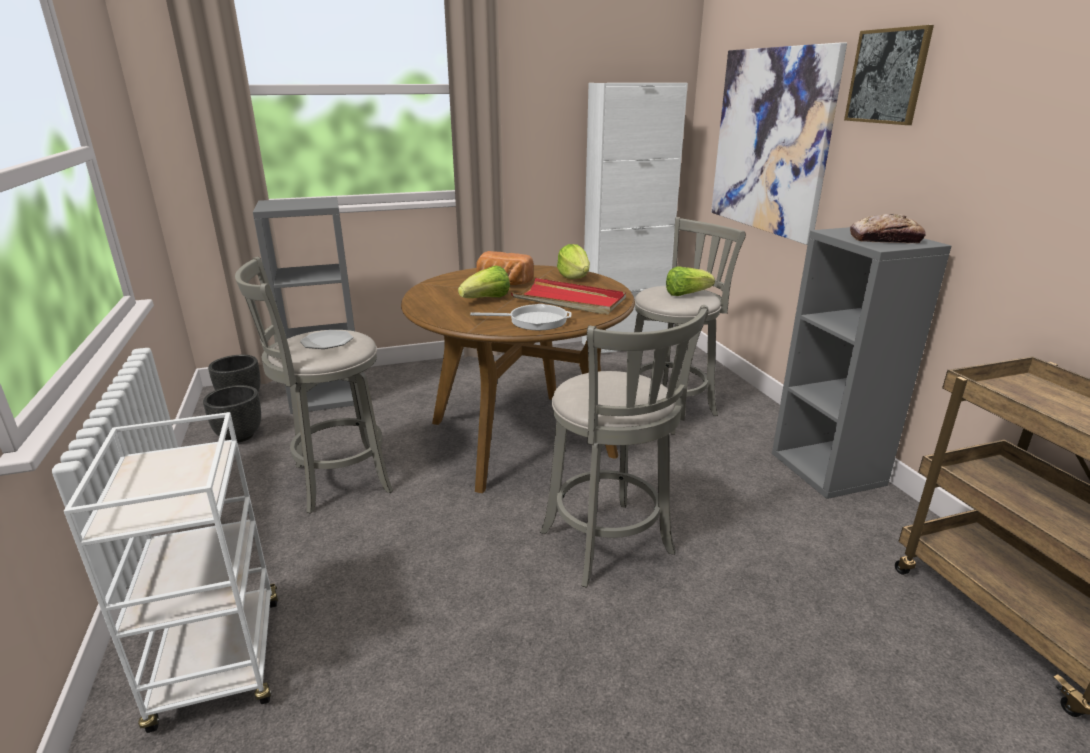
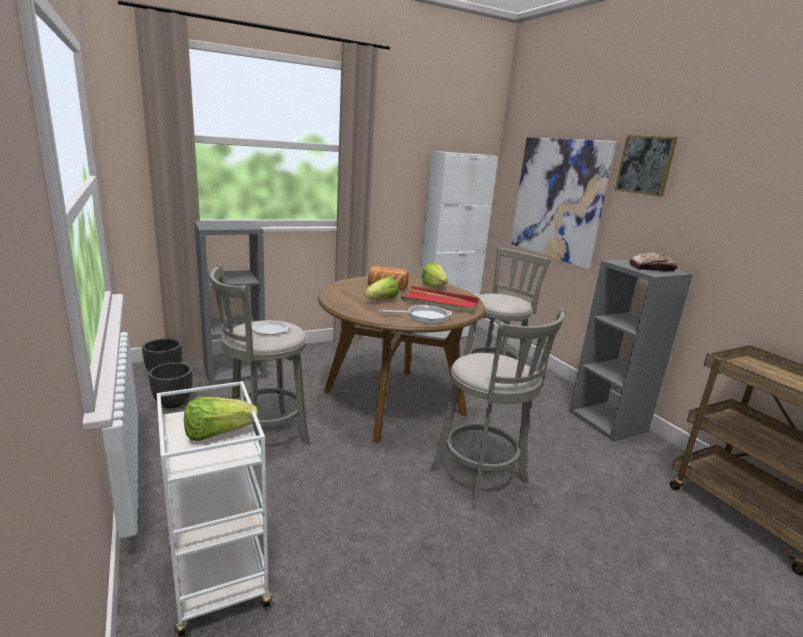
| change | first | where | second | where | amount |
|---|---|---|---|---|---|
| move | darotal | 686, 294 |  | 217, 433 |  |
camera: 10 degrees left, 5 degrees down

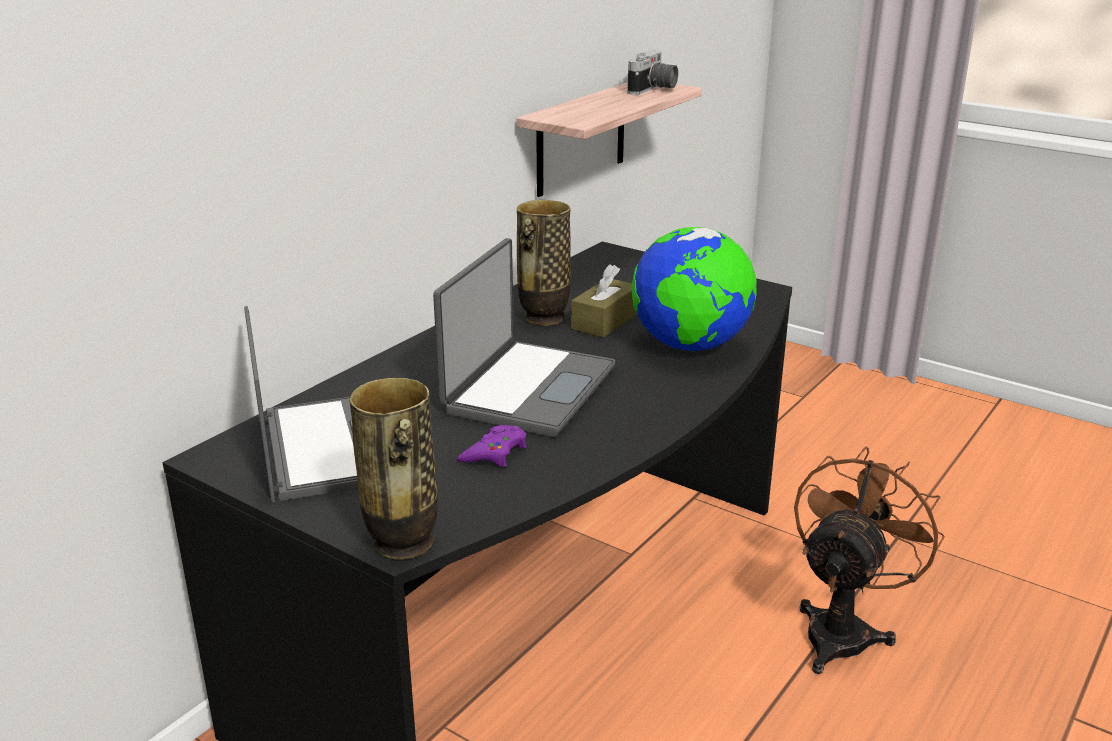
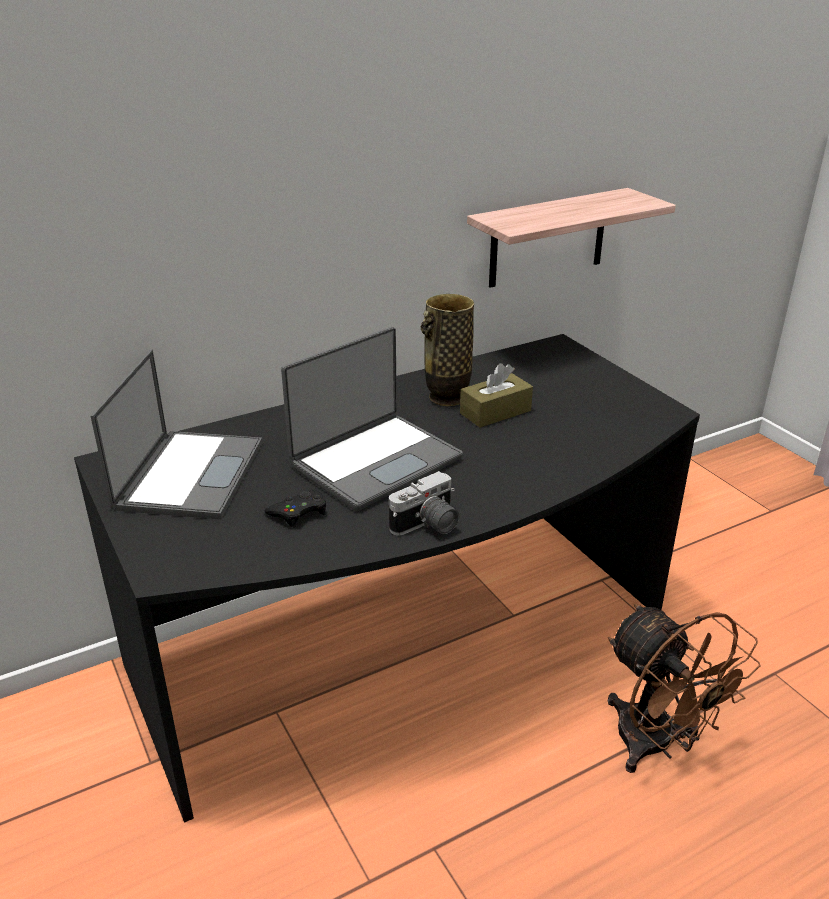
| change | first | where | second | where | amount |
|---|---|---|---|---|---|
| delete | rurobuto | 402, 543 |  |  |  |
| recolor | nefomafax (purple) | 494, 452 | nefomafax (black) | 299, 512 |  |
| move | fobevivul | 653, 89 |  | 428, 526 |  |
| delete | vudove | 690, 346 |  |  |  |
| rotate | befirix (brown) | 843, 630 |  | 657, 746 | 90 degrees clockwise |
camera: 25 degrees right, 5 degrees up

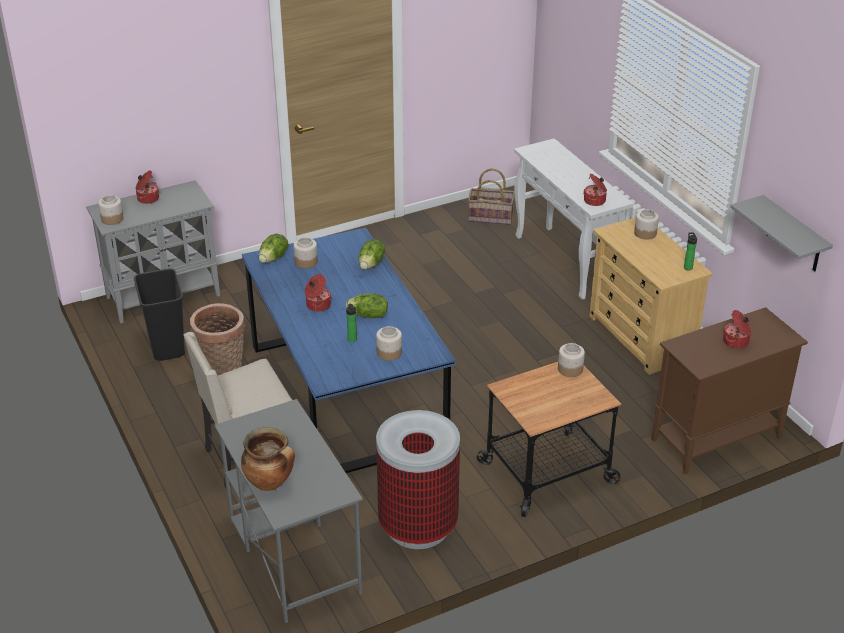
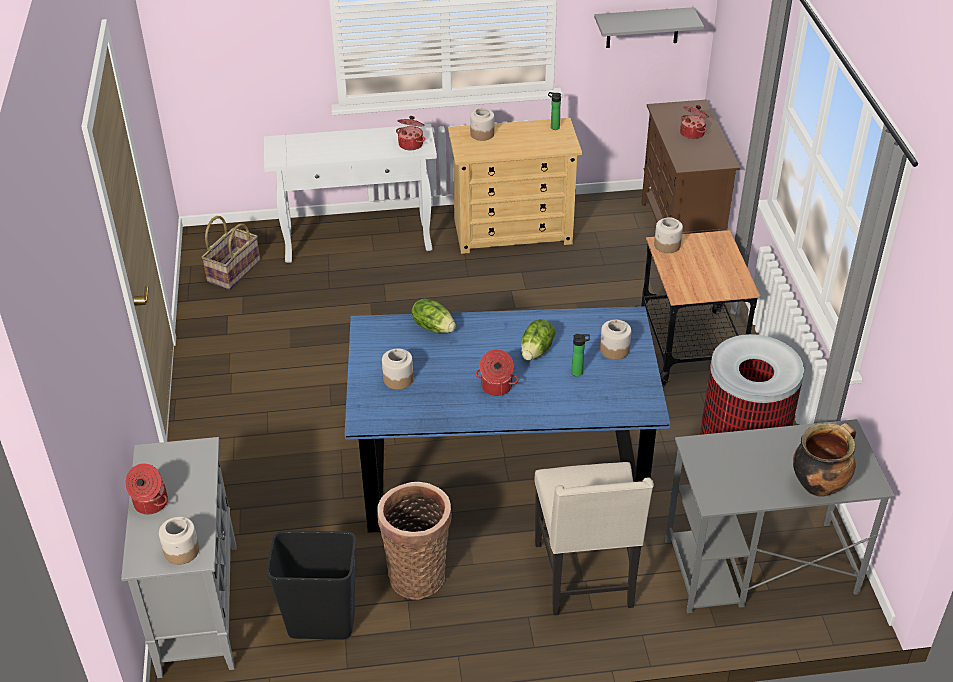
| change | first | where | second | where | amount |
|---|---|---|---|---|---|
| delete | darotal | 274, 258 |  |  |  |
camera: 70 degrees left, 5 degrees up

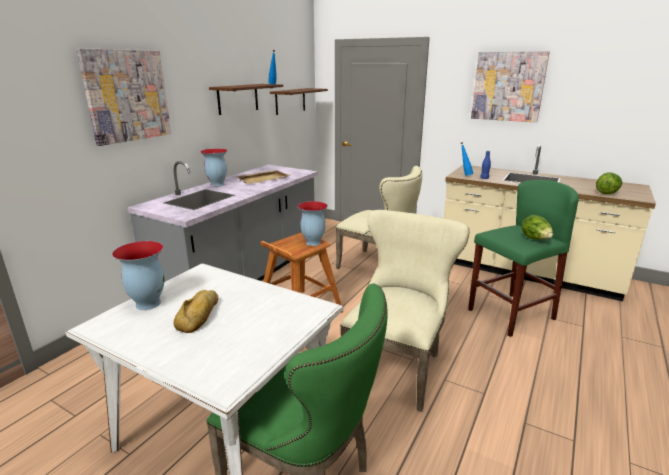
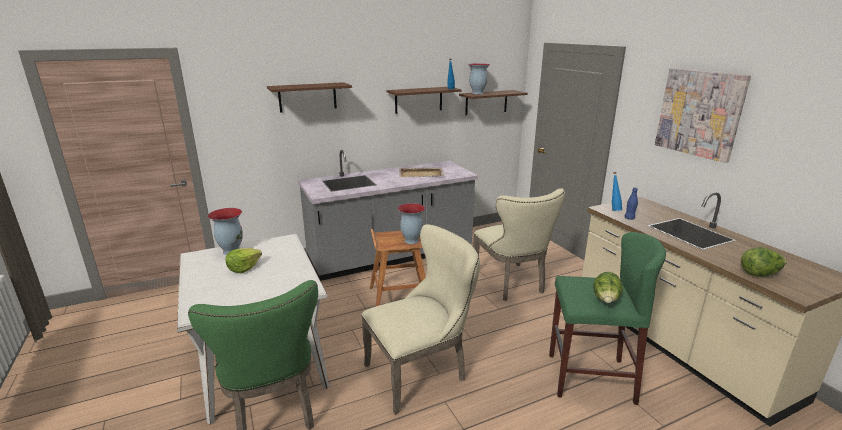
| change | first | where | second | where | amount |
|---|---|---|---|---|---|
| replace | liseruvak | 127, 96 | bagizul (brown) | 307, 97 |  |
| replace | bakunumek | 200, 315 | darotal | 244, 268 |  |
| move | rurobuto | 217, 184 |  | 477, 93 |  |
camera: 35 degrees right, 0 degrees up

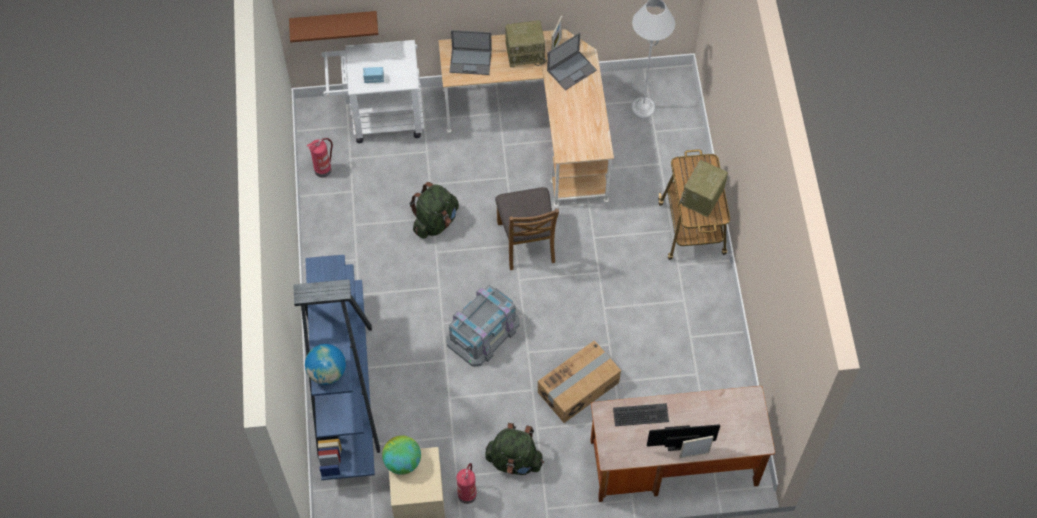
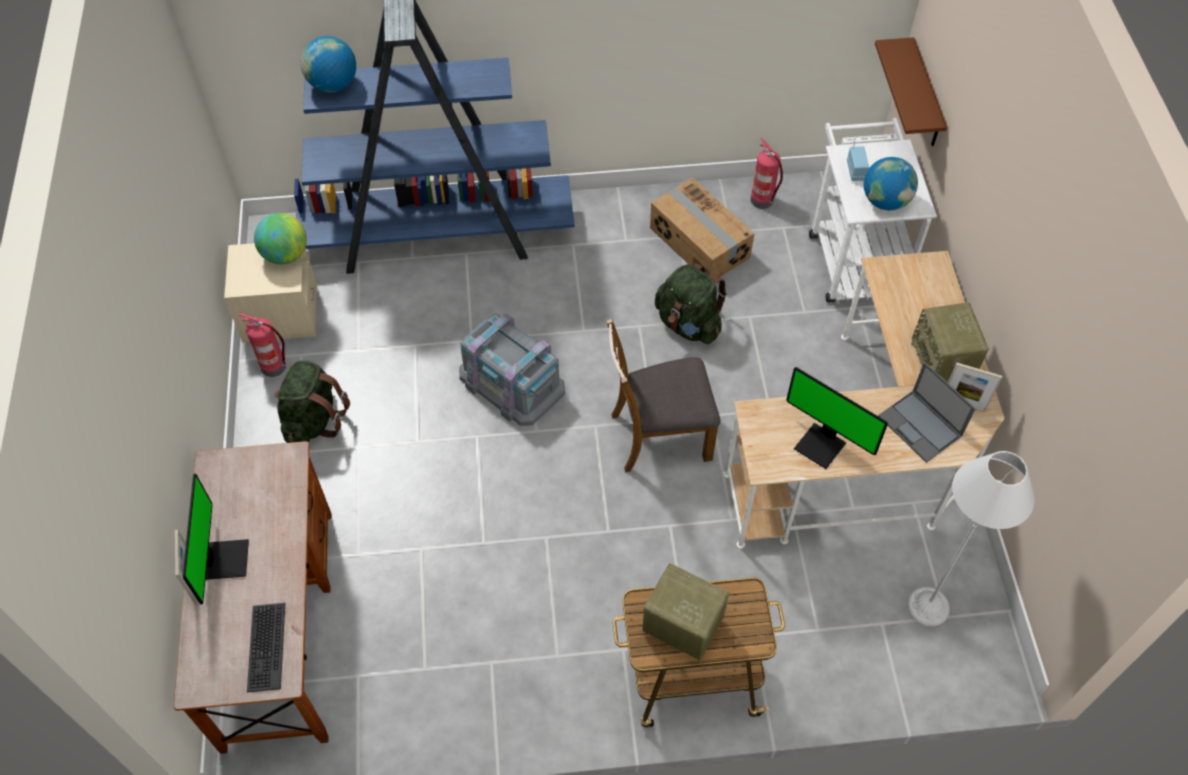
| change | first | where | second | where | amount |
|---|---|---|---|---|---|
| delete | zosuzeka | 471, 61 |  |  |  |
| move | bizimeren | 579, 388 |  | 699, 243 |  |
| move | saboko | 640, 415 |  | 265, 647 |  |
| insert |  |  | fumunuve | 821, 445 |  |
| insert |  |  | vudove | 885, 201 |  |
camera: 90 degrees right, 5 degrees down

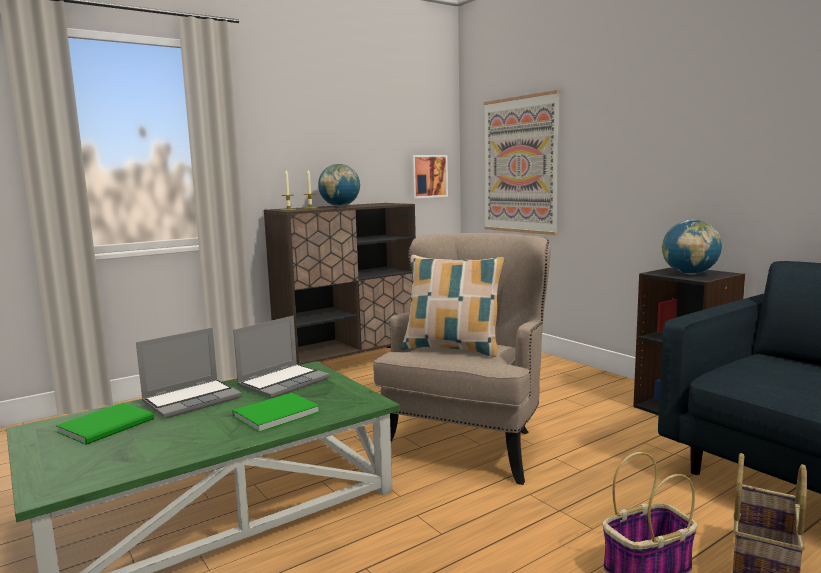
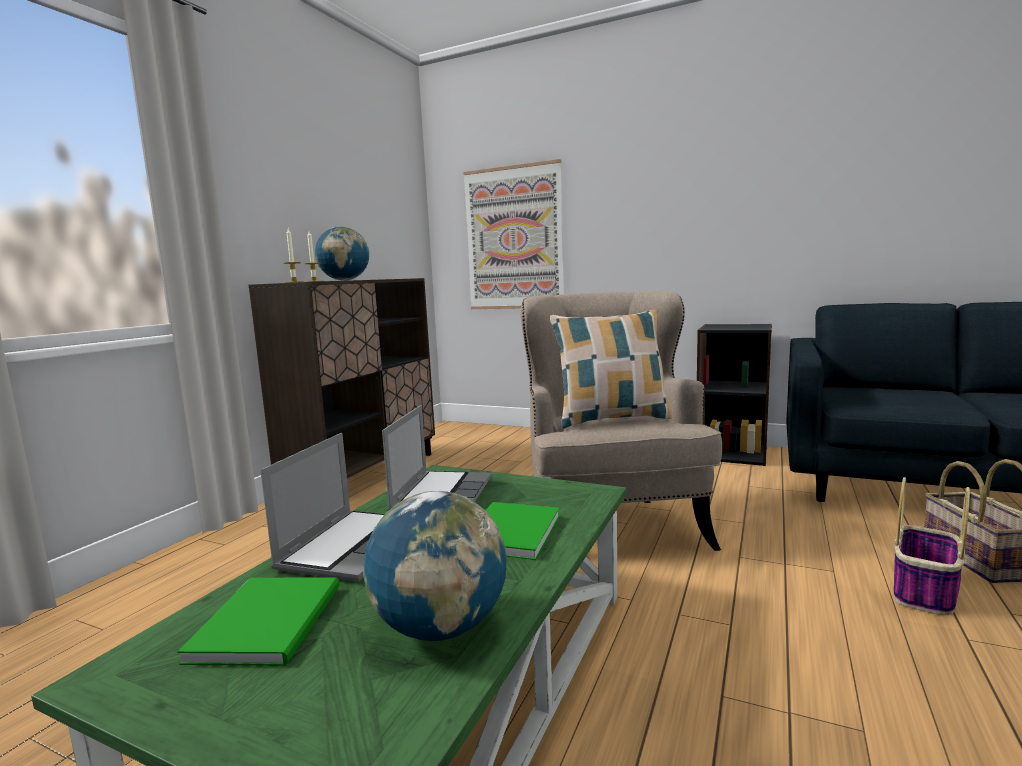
| change | first | where | second | where | amount |
|---|---|---|---|---|---|
| delete | liseruvak | 427, 176 |  |  |  |
| move | vudove | 689, 274 |  | 440, 628 |  |
camera: 30 degrees left, 0 degrees up

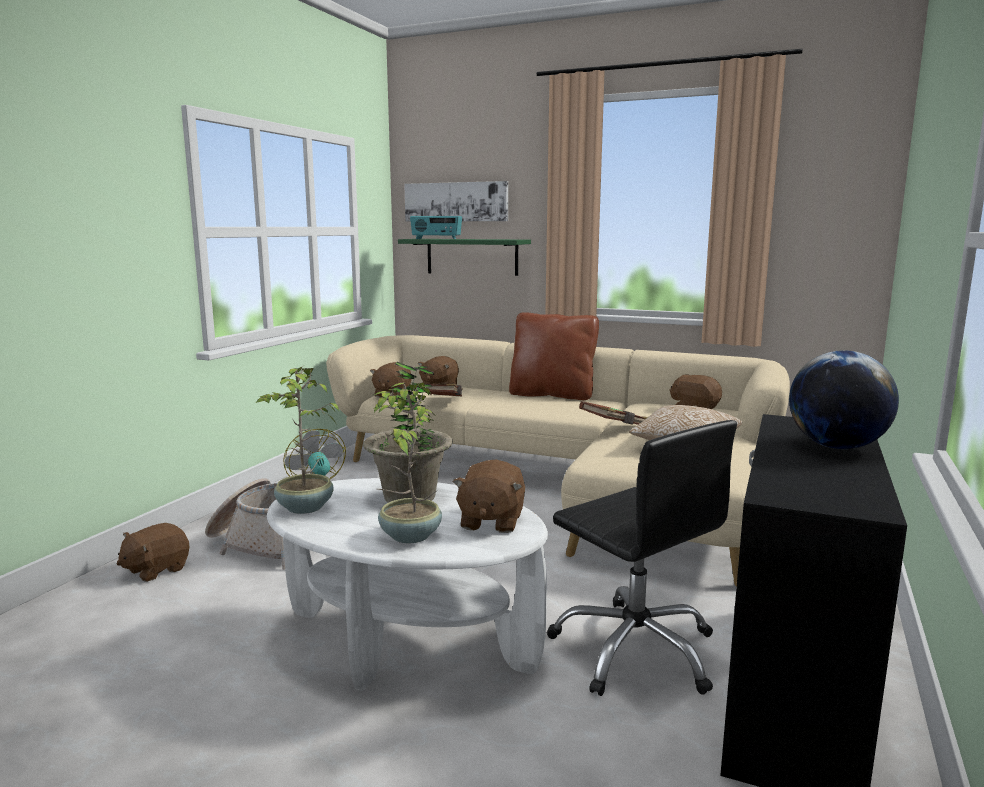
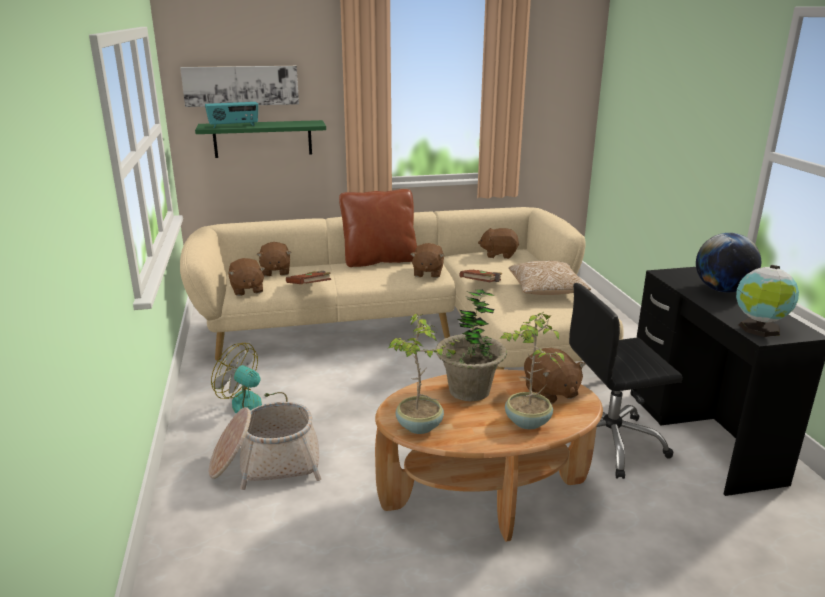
| change | first | where | second | where | amount |
|---|---|---|---|---|---|
| move | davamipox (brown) | 156, 570 |  | 427, 273 |  |
| recolor | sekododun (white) | 406, 641 | sekododun (brown) | 485, 495 |  |
| rotate | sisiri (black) | 635, 649 |  | 609, 443 | 150 degrees clockwise |
| insert |  |  | vudove | 759, 329 |  |
camera: 35 degrees left, 10 degrees up

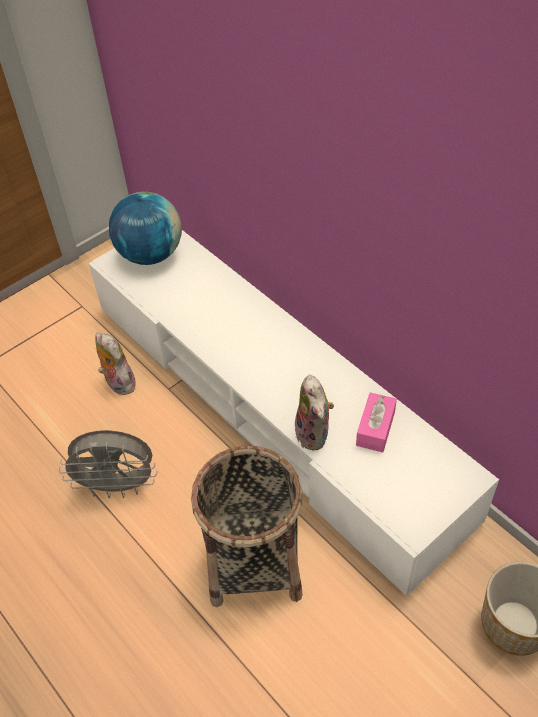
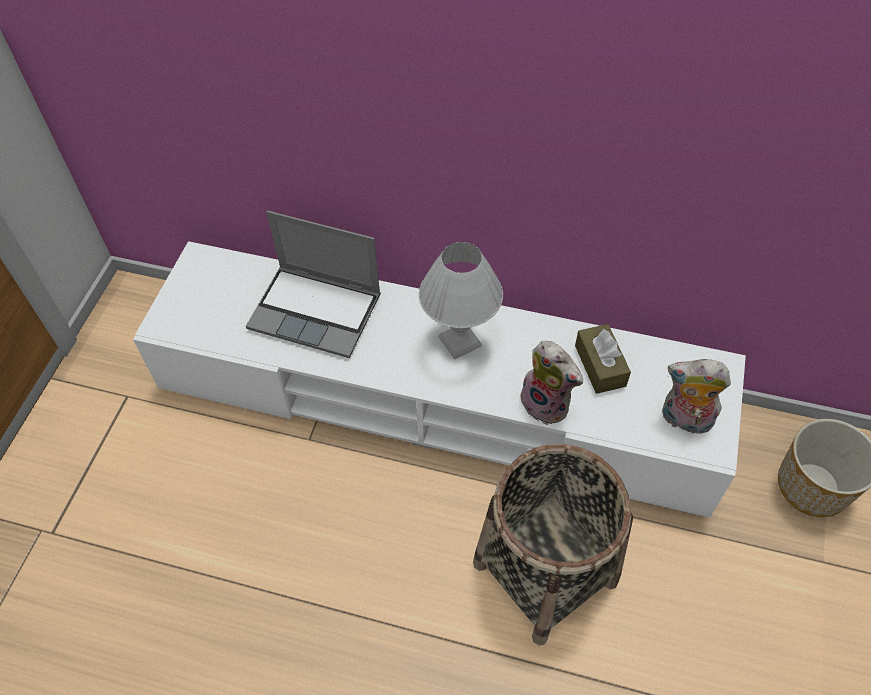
| change | first | where | second | where | amount |
|---|---|---|---|---|---|
| delete | befirix (grey) | 118, 486 |  |  |  |
| move | davamipox | 118, 383 |  | 684, 420 |  |
| delete | vudove | 150, 255 |  |  |  |
| recolor | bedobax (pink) | 375, 428 | bedobax (brown) | 600, 365 |  |
| insert |  |  | zosuzeka | 317, 311 |  |
| insert |  |  | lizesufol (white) | 460, 340 |  |
camera: 35 degrees left, 5 degrees up

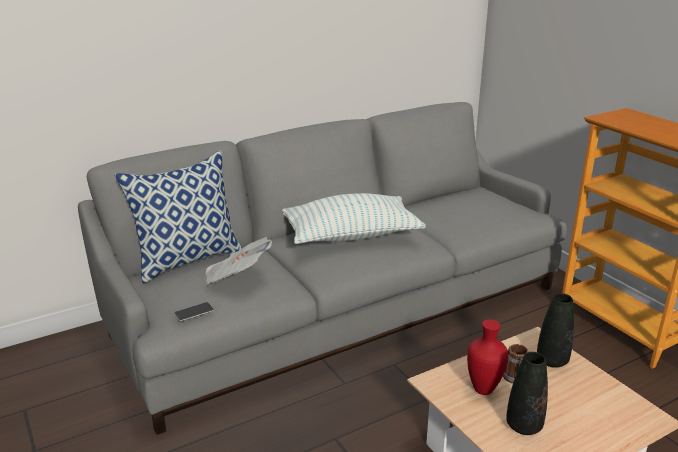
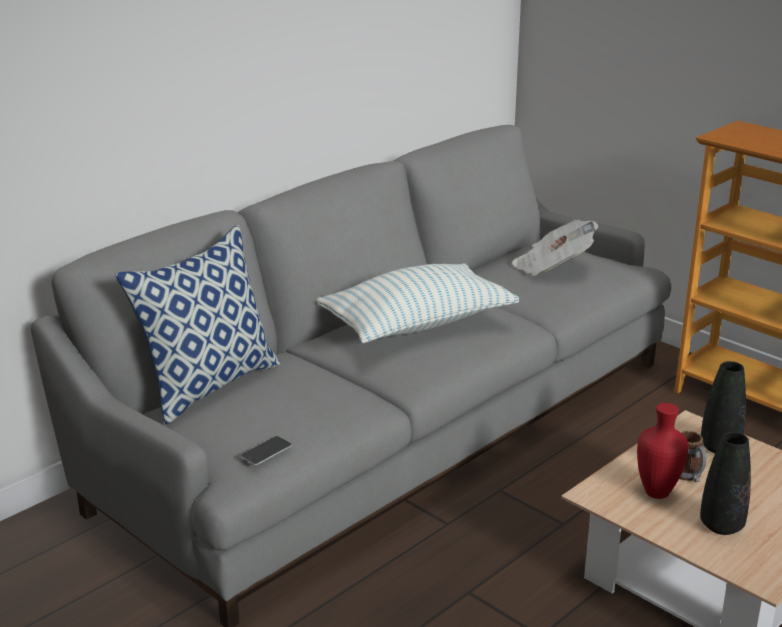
| change | first | where | second | where | amount |
|---|---|---|---|---|---|
| move | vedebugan | 237, 277 |  | 553, 267 |  |
camera: 15 degrees left, 0 degrees up

